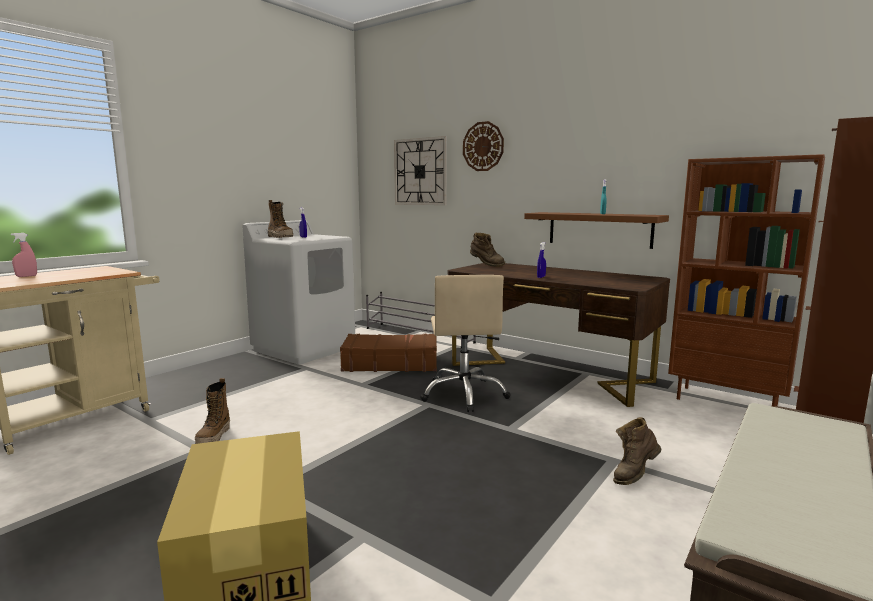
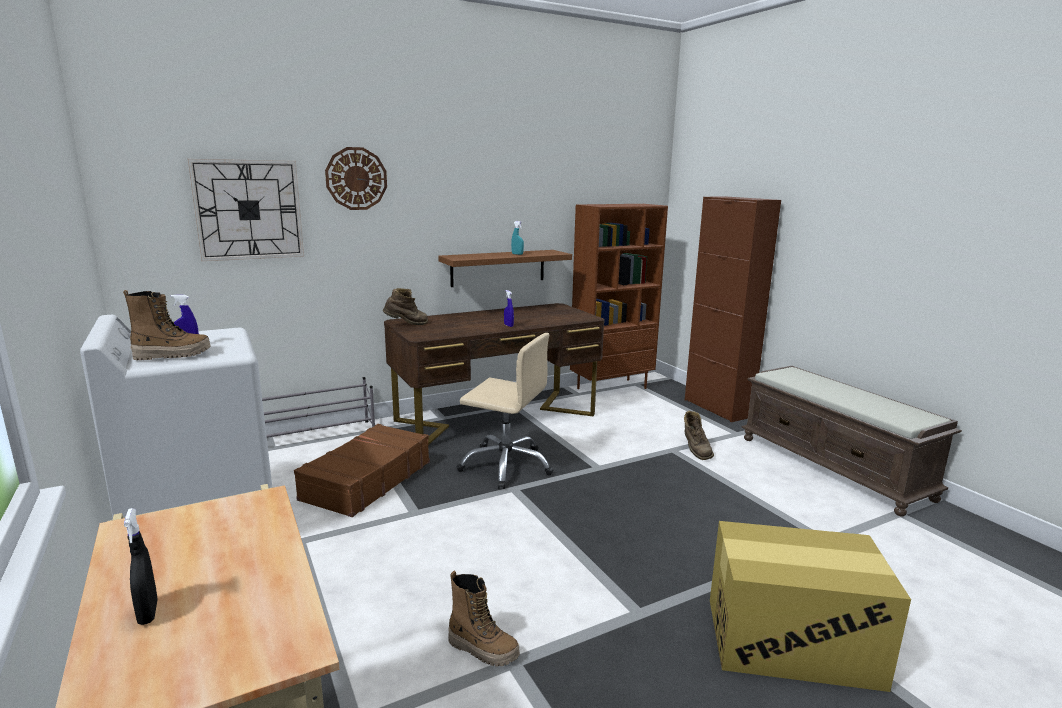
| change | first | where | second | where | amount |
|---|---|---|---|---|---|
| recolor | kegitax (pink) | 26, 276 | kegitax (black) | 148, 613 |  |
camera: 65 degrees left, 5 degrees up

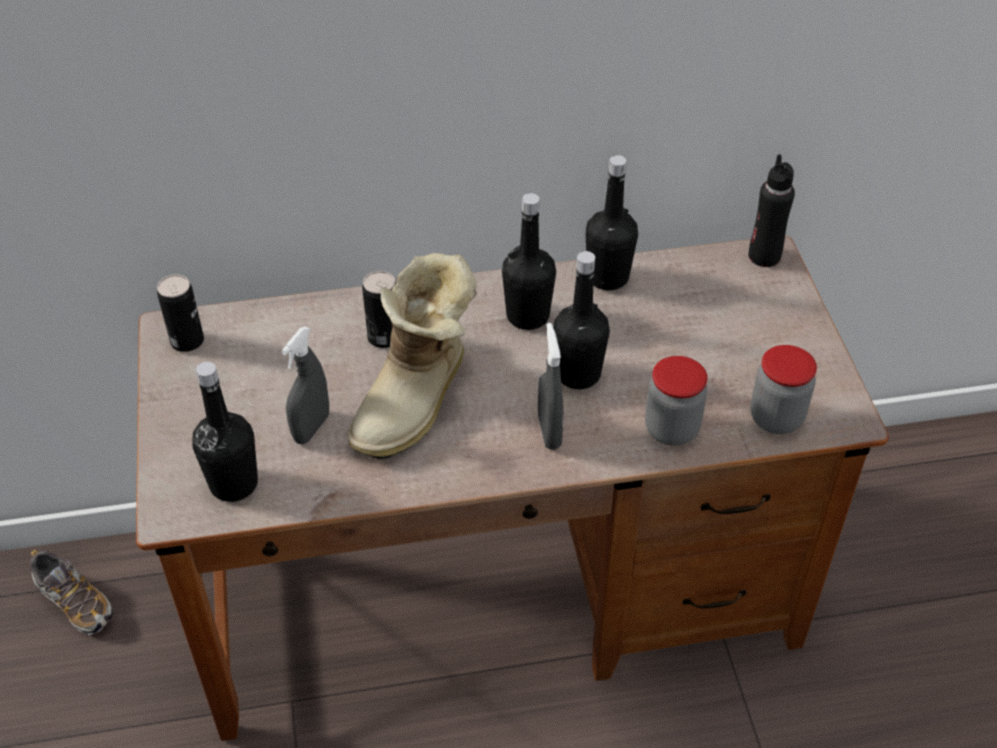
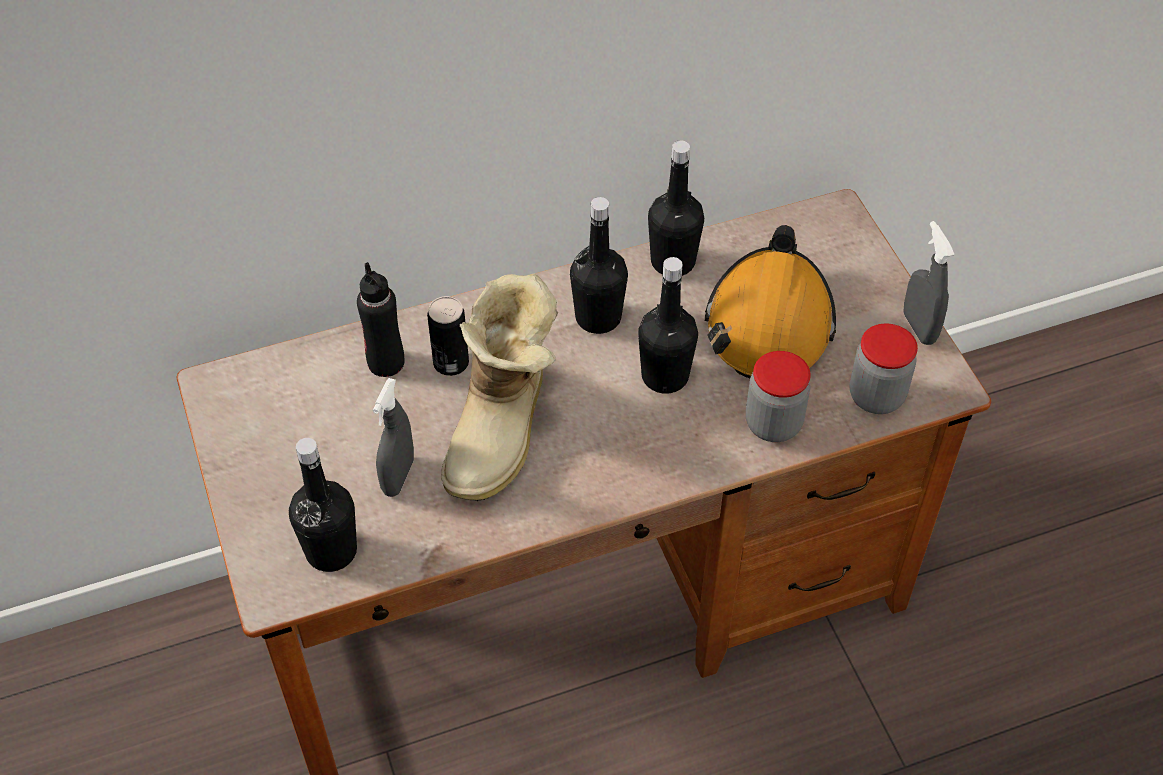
| change | first | where | second | where | amount |
|---|---|---|---|---|---|
| delete | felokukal | 75, 602 |  |  |  |
| delete | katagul | 187, 341 |  |  |  |
| move | kegitax (grey) | 549, 432 |  | 919, 328 |  |
| move | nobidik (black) | 764, 256 |  | 386, 362 |  |
| insert |  |  | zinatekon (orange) | 769, 323 |  |
camera: 10 degrees left, 5 degrees up

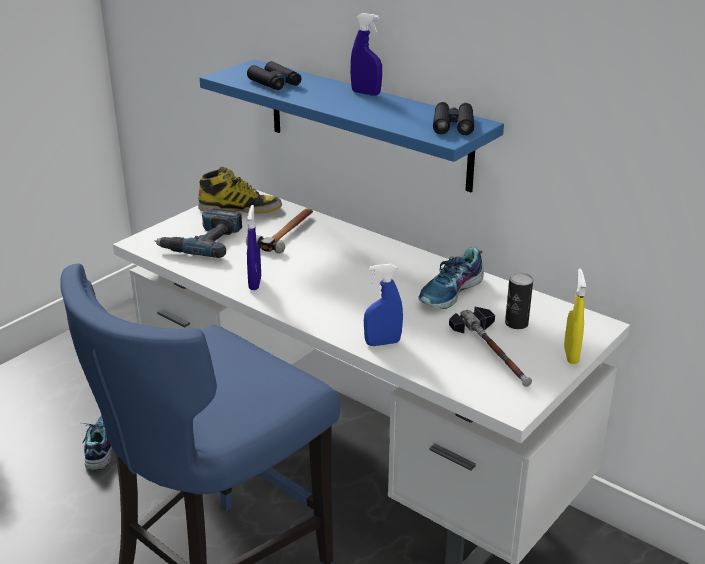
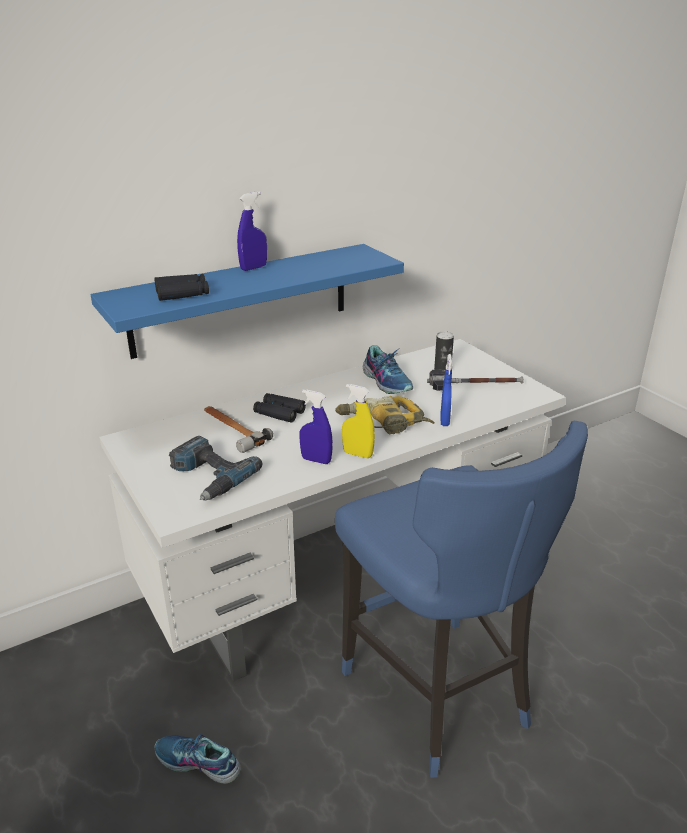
| change | first | where | second | where | amount |
|---|---|---|---|---|---|
| delete | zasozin | 240, 208 |  |  |  |
| move | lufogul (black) | 453, 125 |  | 279, 412 |  |
| move | kegitax (yellow) | 571, 355 |  | 357, 454 |  |
| insert |  |  | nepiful | 383, 424 |  |
camera: 70 degrees left, 0 degrees up

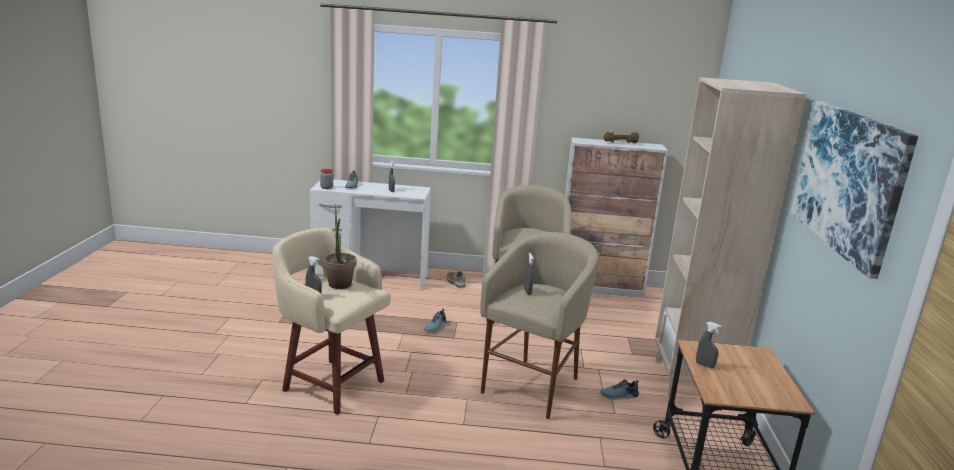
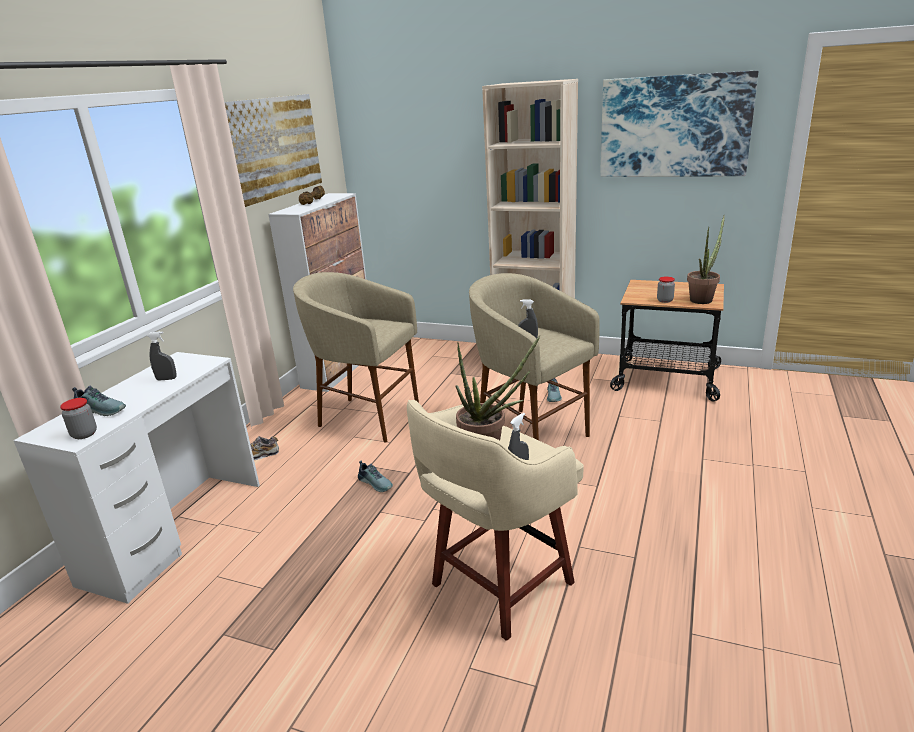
| change | first | where | second | where | amount |
|---|---|---|---|---|---|
| replace | kegitax (grey) | 704, 365 | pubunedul | 665, 300 |  |
| insert |  |  | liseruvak | 274, 147 |  |
| insert |  |  | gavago | 703, 299 |  |
camera: 70 degrees left, 5 degrees up

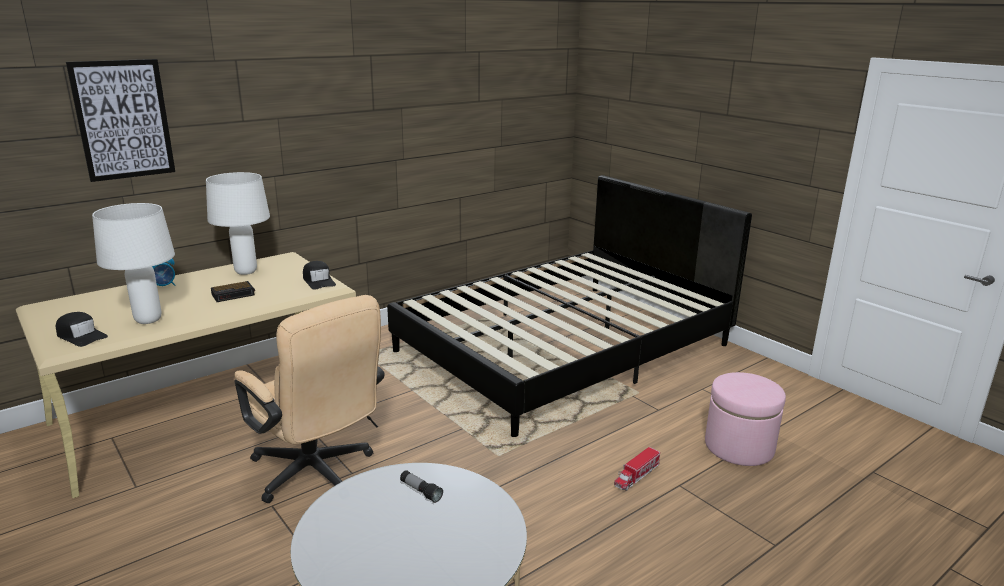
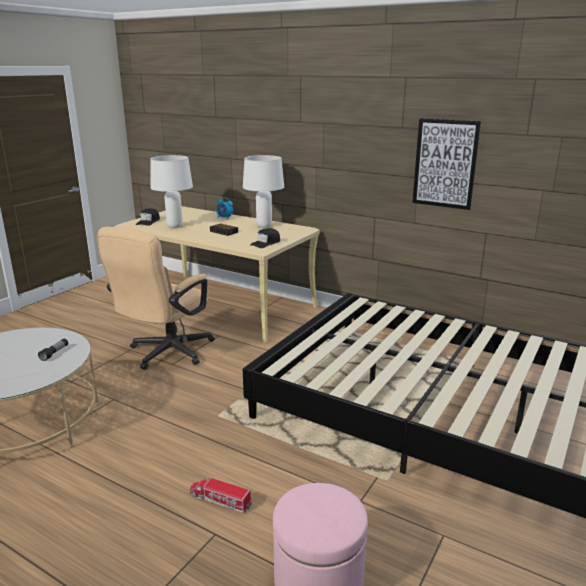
| change | first | where | second | where | amount |
|---|---|---|---|---|---|
| move | liseruvak | 123, 120 |  | 445, 163 |  |
camera: 70 degrees right, 0 degrees up

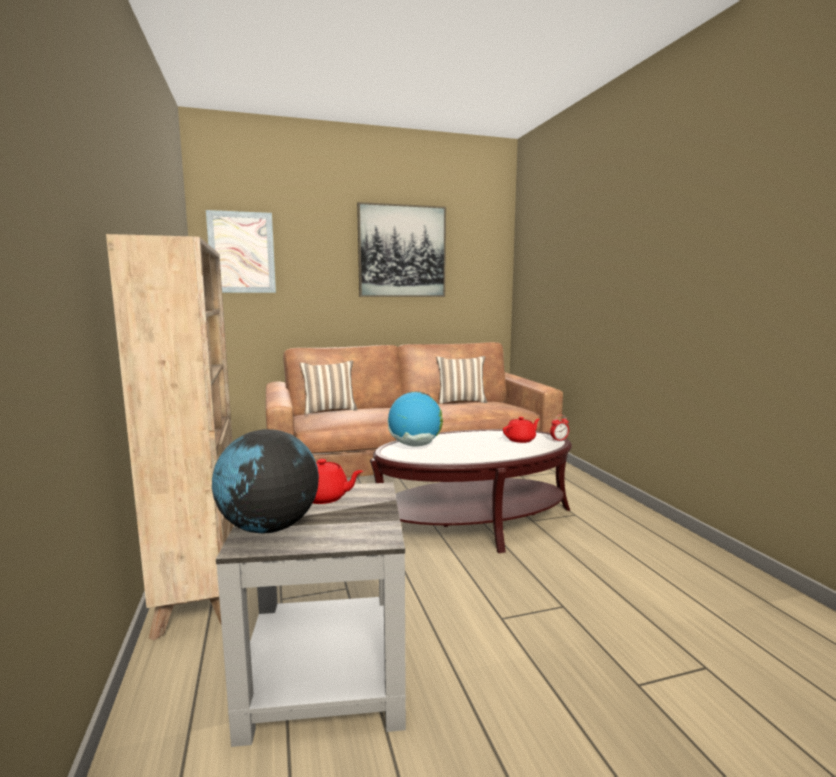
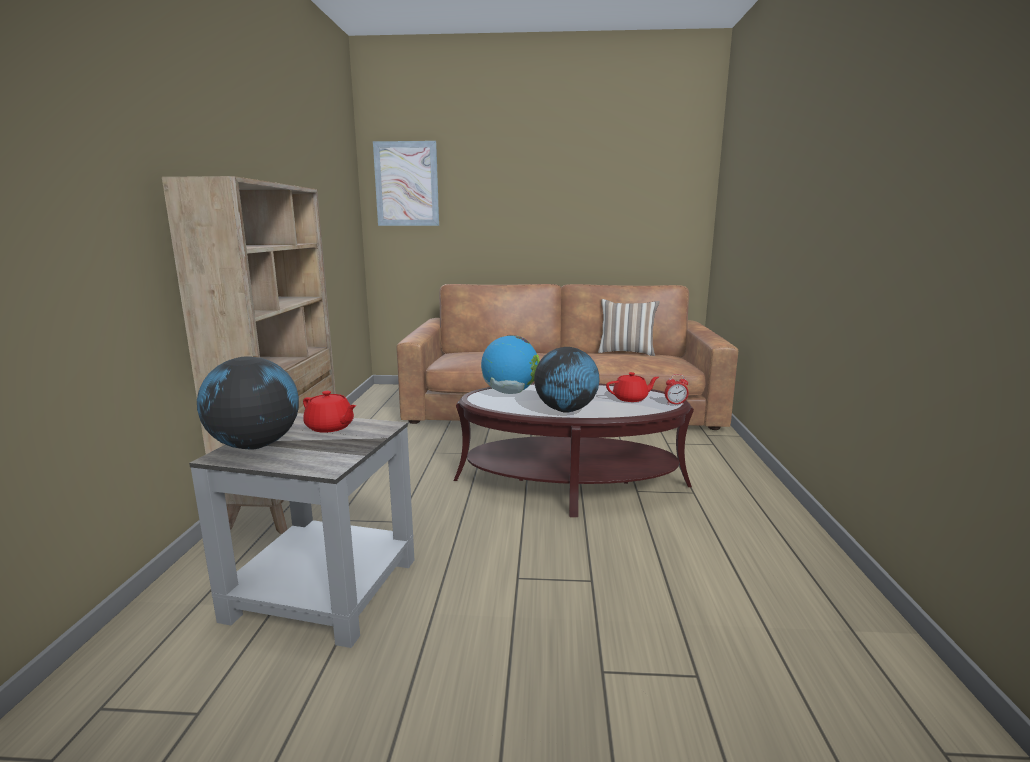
| change | first | where | second | where | amount |
|---|---|---|---|---|---|
| delete | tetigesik | 329, 410 |  |  |  |
| delete | liseruvak | 402, 251 |  |  |  |
| insert |  |  | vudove | 565, 410 |  |
camera: 20 degrees right, 5 degrees up

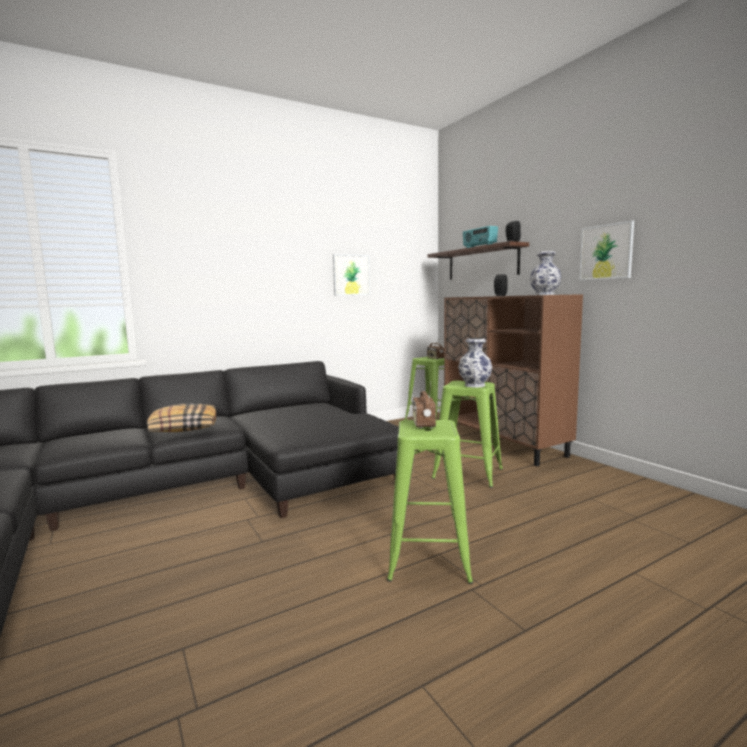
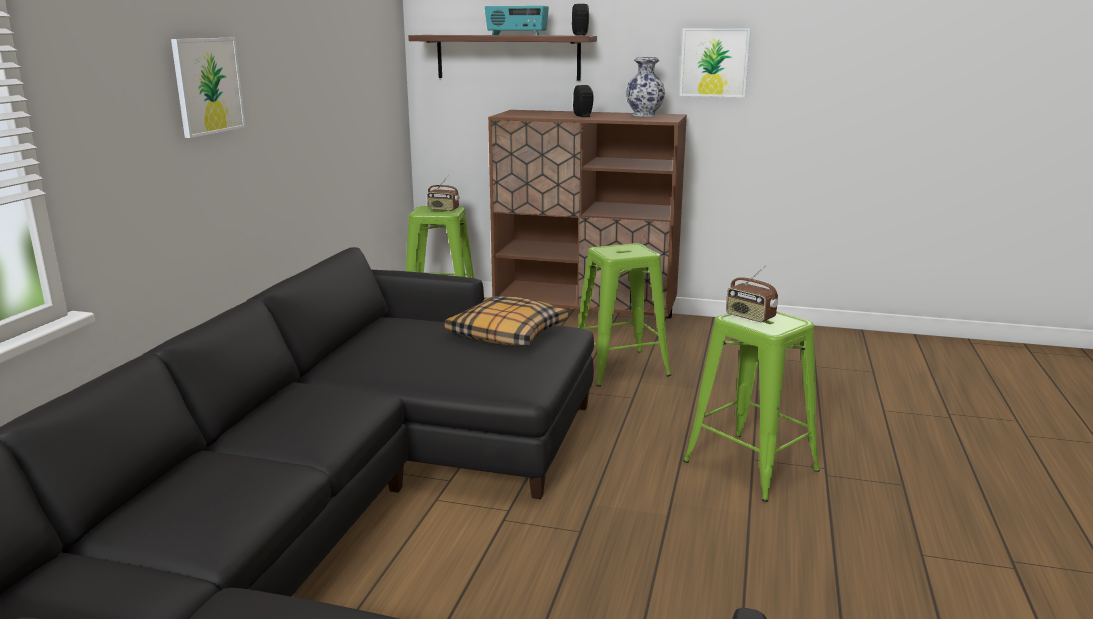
| change | first | where | second | where | amount |
|---|---|---|---|---|---|
| move | tetigesik | 183, 427 |  | 506, 334 |  |
| move | liseruvak | 351, 275 |  | 208, 86 |  |
| delete | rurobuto | 475, 385 |  |  |  |
camera: 45 degrees left, 10 degrees up

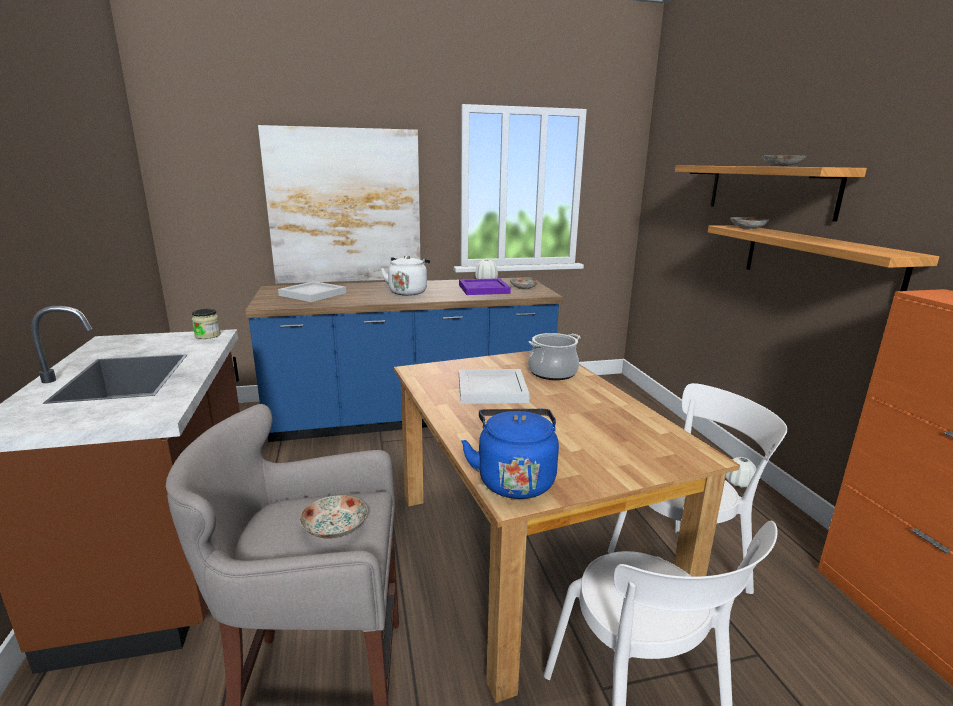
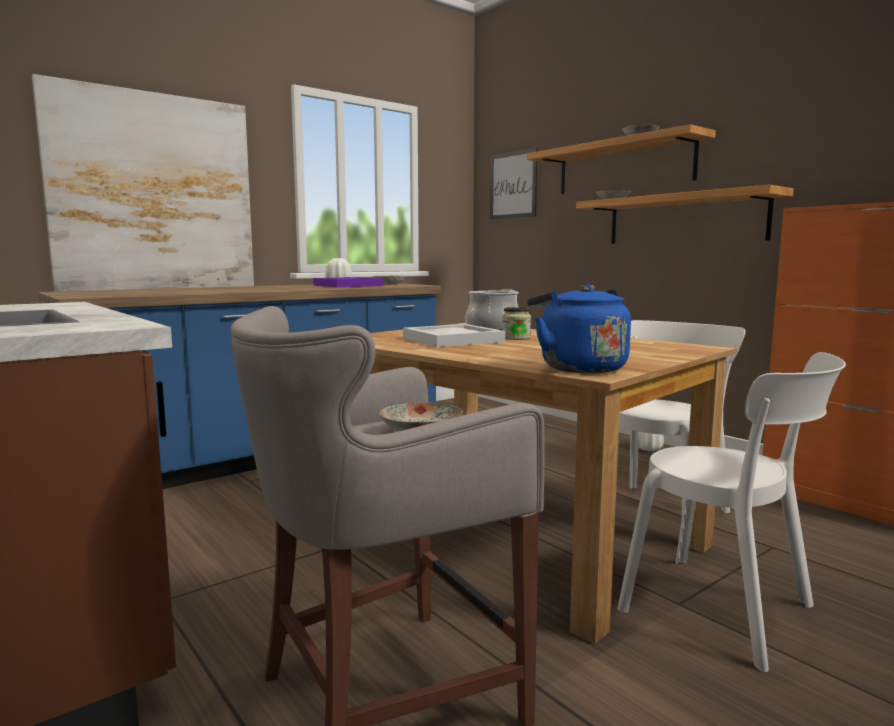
| change | first | where | second | where | amount |
|---|---|---|---|---|---|
| move | pubunedul | 208, 335 |  | 516, 338 |  |
| delete | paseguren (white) | 314, 294 |  |  |  |
| delete | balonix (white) | 408, 292 |  |  |  |
| insert |  |  | liseruvak | 513, 185 |  |
camera: 25 degrees left, 10 degrees down

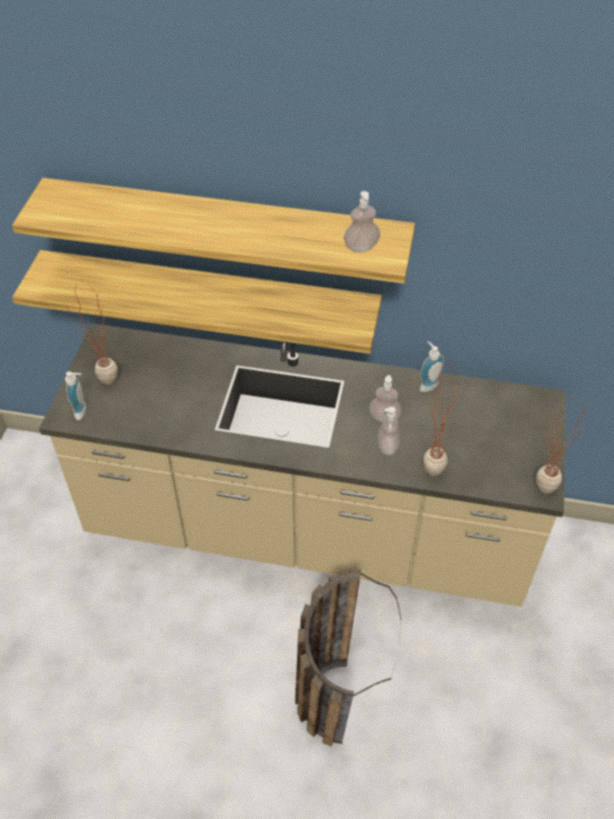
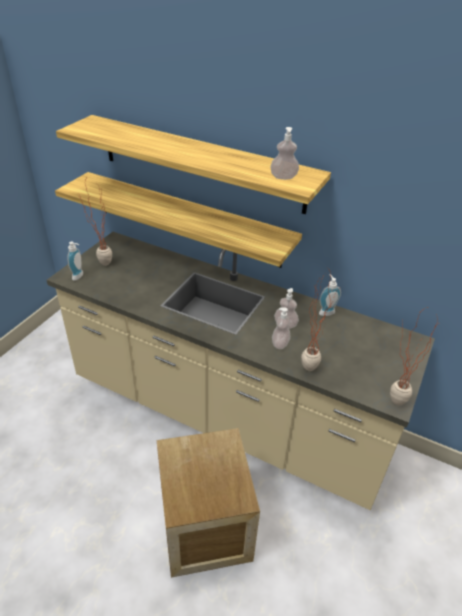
| change | first | where | second | where | amount |
|---|---|---|---|---|---|
| replace | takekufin | 331, 681 | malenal | 205, 526 |  |
camera: 15 degrees right, 10 degrees down

